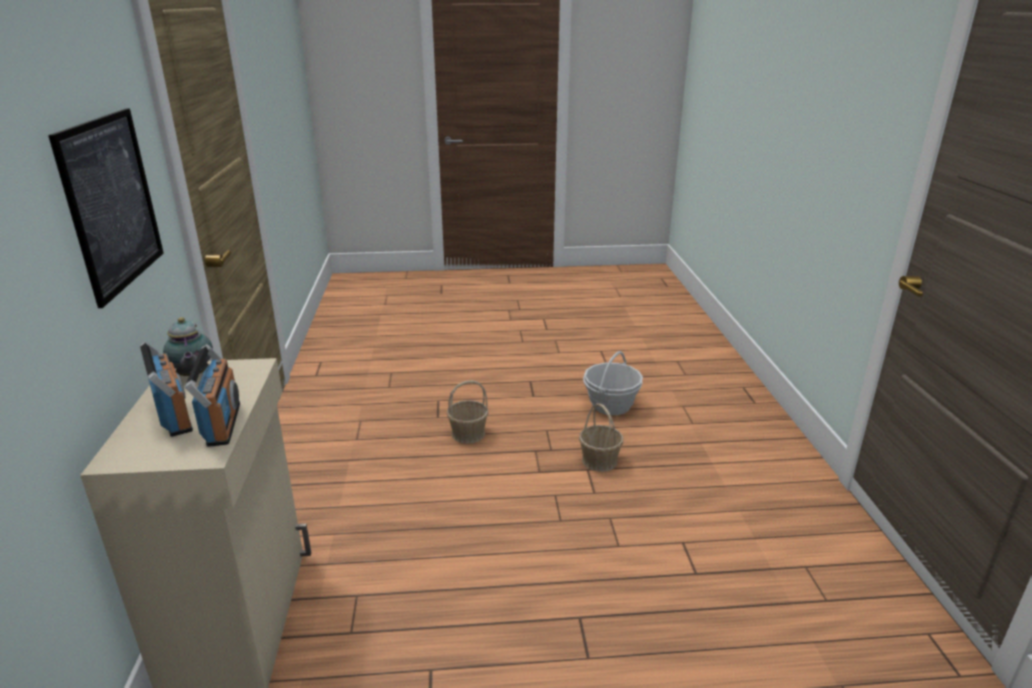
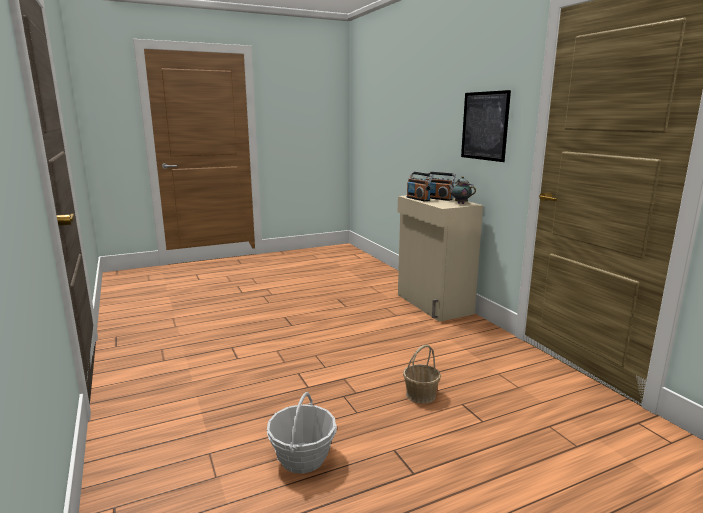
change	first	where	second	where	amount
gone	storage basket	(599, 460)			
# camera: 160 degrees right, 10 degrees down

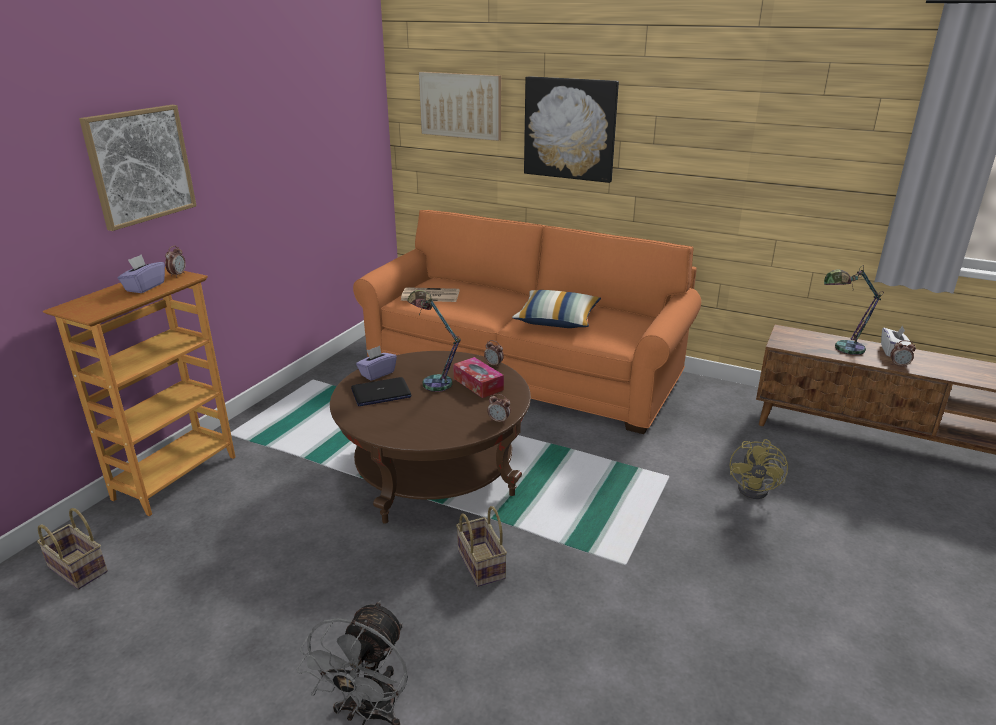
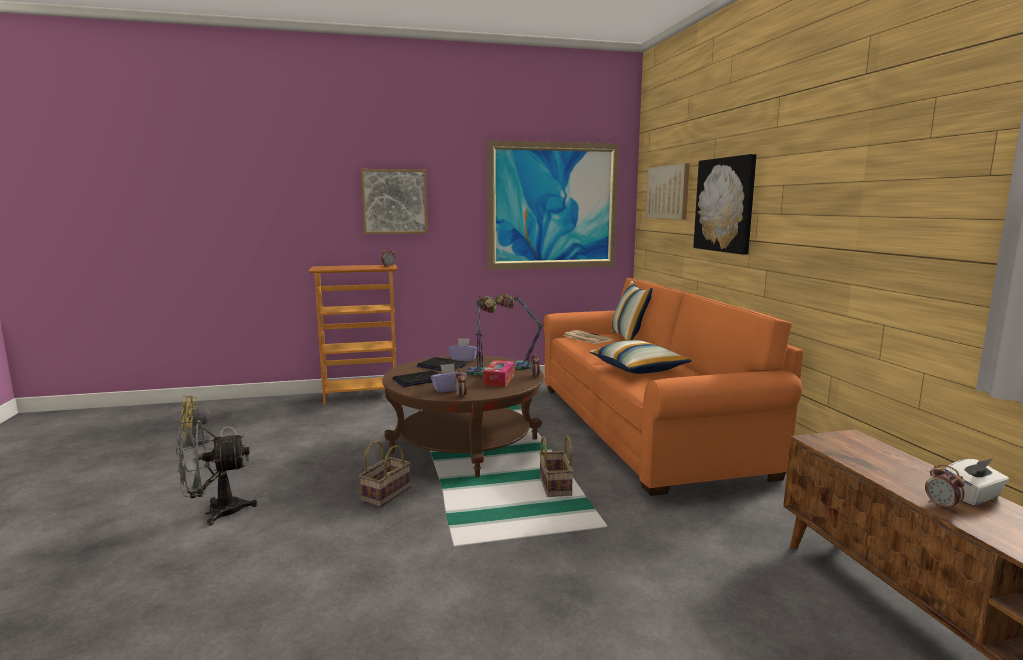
change	first	where	second	where	amount
shifted	tissue box in purple	(144, 287)		(448, 389)	
shifted	table lamp	(840, 348)		(516, 365)	
shifted	cooling fan in yellow-coloured	(758, 489)		(202, 443)	
shifted	storage basket	(75, 569)		(554, 486)	
new			wall picture	(553, 206)	
new			throw pillow	(629, 338)	
new			laptop	(418, 380)	
# camera: 50 degrees right, 15 degrees down

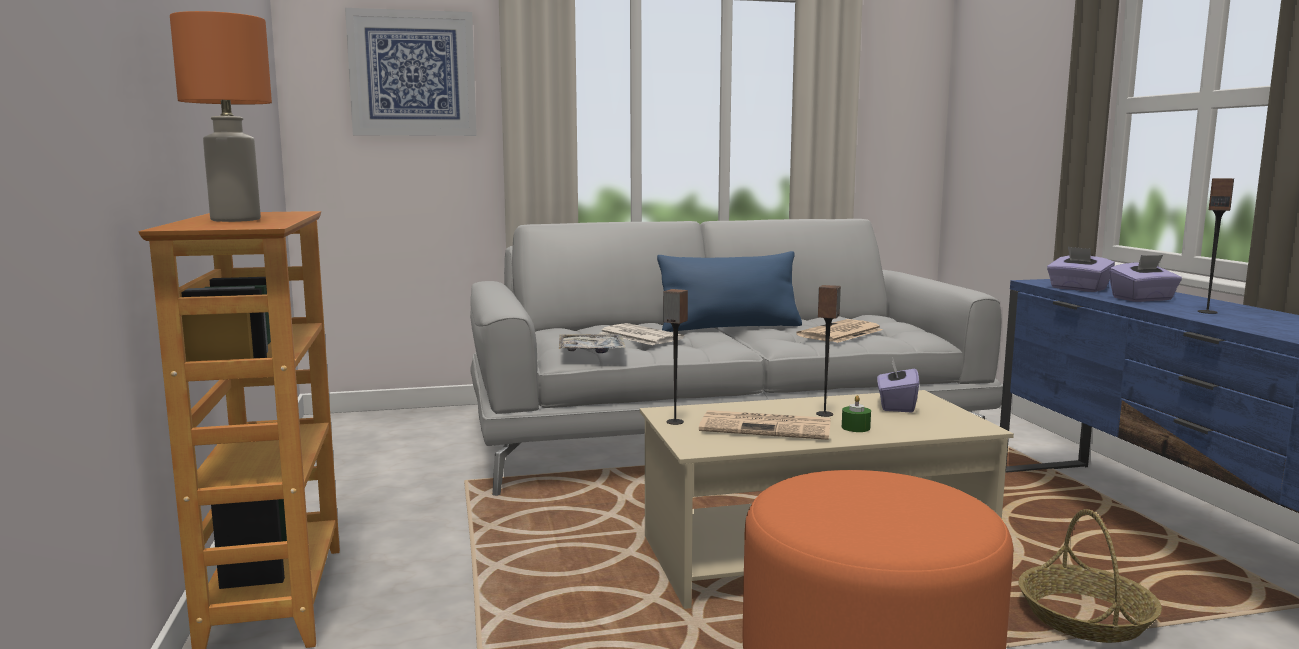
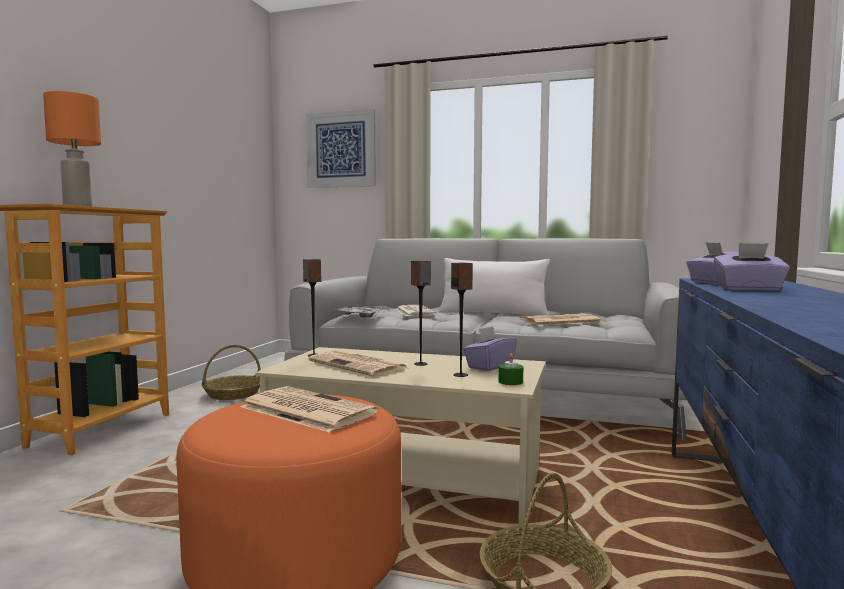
change	first	where	second	where	amount
shifted	speaker	(1207, 312)		(461, 375)	
repainted	throw pillow in bluish	(730, 327)	throw pillow in white-coloured	(493, 313)	
shifted	candle in green-coloured	(855, 427)		(510, 382)	
new			storage basket	(233, 394)	
new			printed paper	(305, 410)	
# camera: 30 degrees right, 5 degrees down

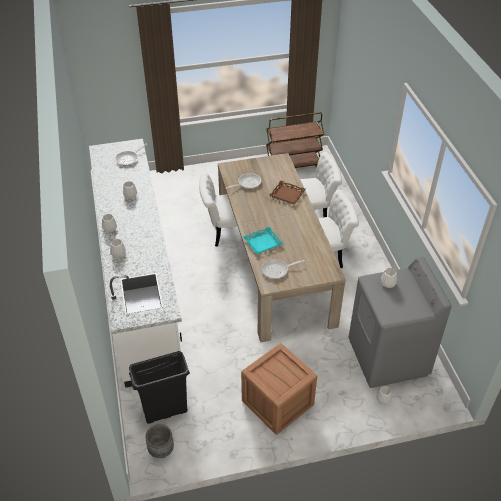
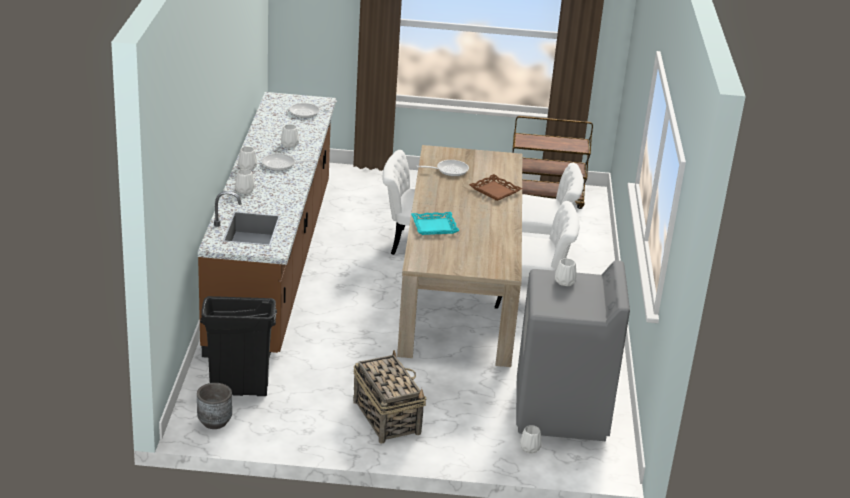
change	first	where	second	where	amount
repainted	counter in white-coloured	(139, 280)	counter in brownish	(273, 264)	
shifted	pan	(277, 270)		(282, 165)	
swapped	packing crate	(277, 403)	storage basket	(386, 417)	
# camera: 15 degrees right, 15 degrees down

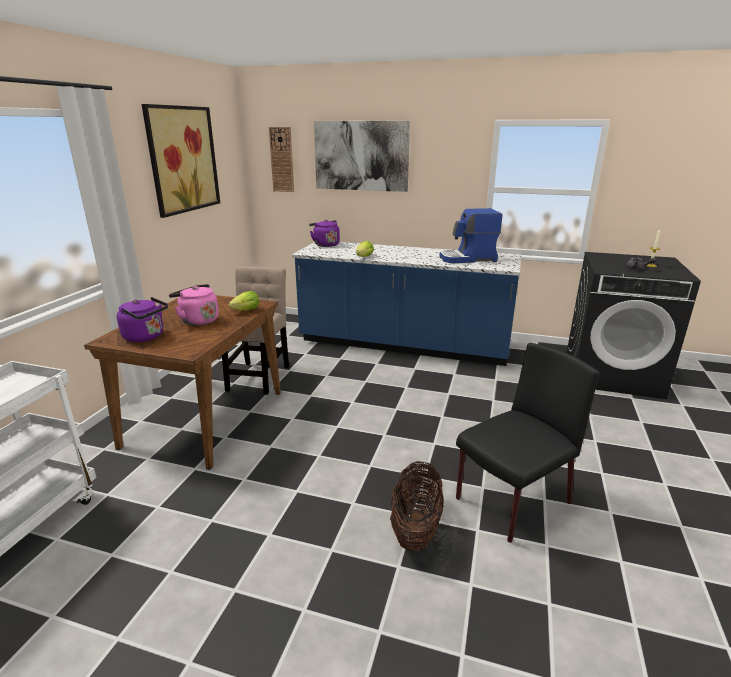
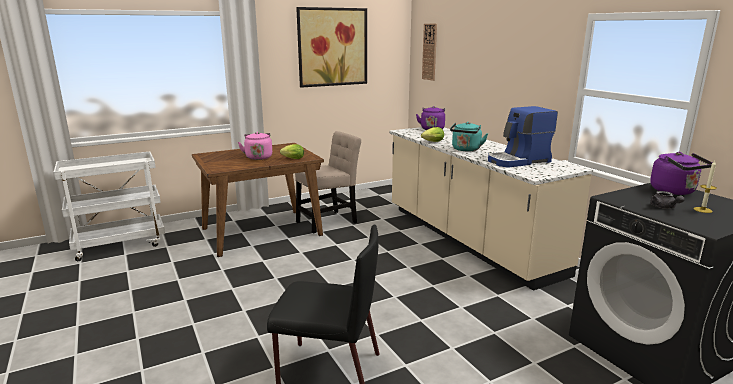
change	first	where	second	where	amount
gone	wall picture	(361, 156)			
rotated	coffee maker	(468, 259)		(518, 161)	60 degrees counterclockwise
repainted	counter in bluish	(403, 345)	counter in beige	(468, 239)	
shifted	kettle in purple	(146, 337)		(675, 191)	
gone	storage basket	(416, 527)			
new			kettle in turquoise	(466, 150)	
# camera: 45 degrees right, 5 degrees down

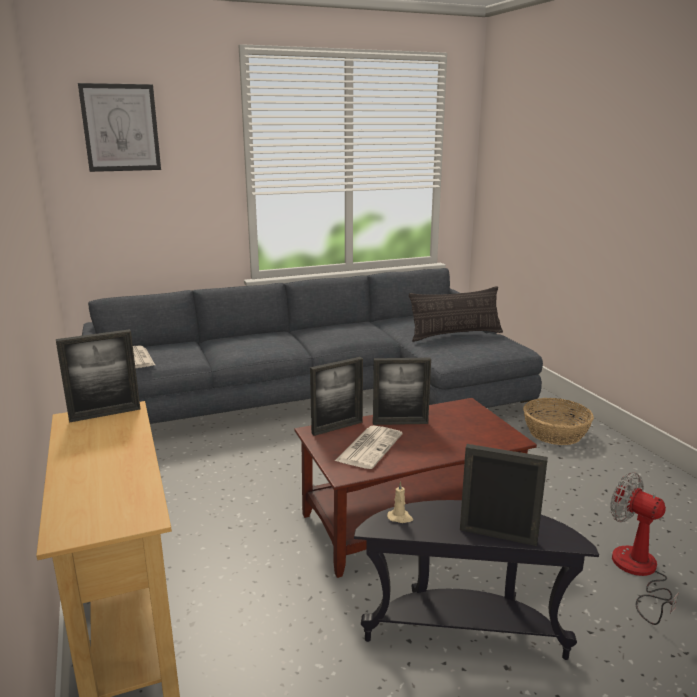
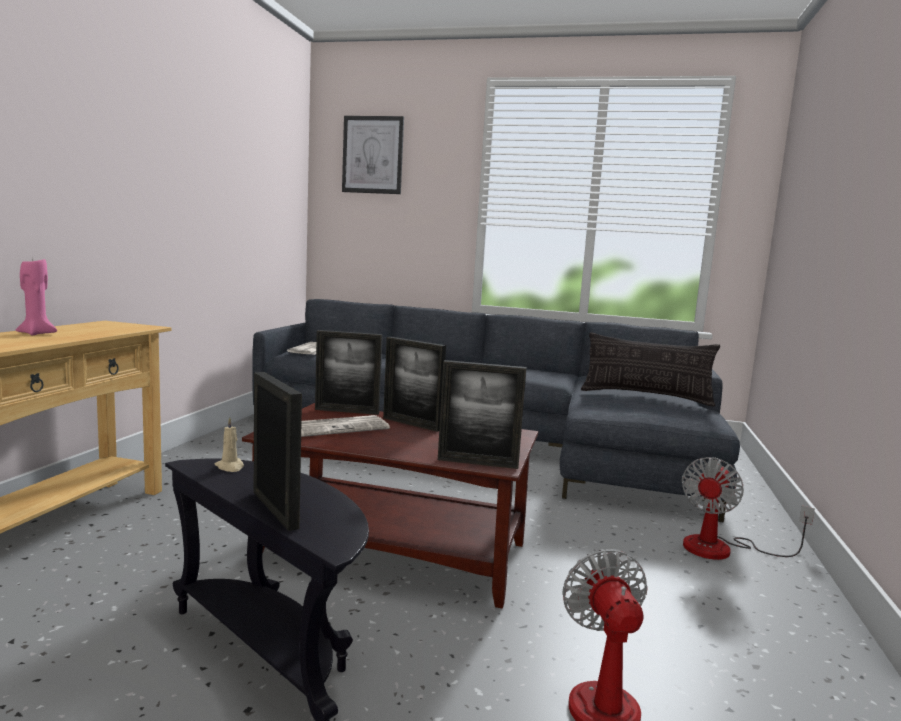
change	first	where	second	where	amount
shifted	picture frame	(105, 414)		(477, 463)	
swapped	storage basket	(555, 433)	cooling fan	(723, 549)	
new			candle in pink-coloured	(37, 333)	
# camera: 35 degrees right, 10 degrees down

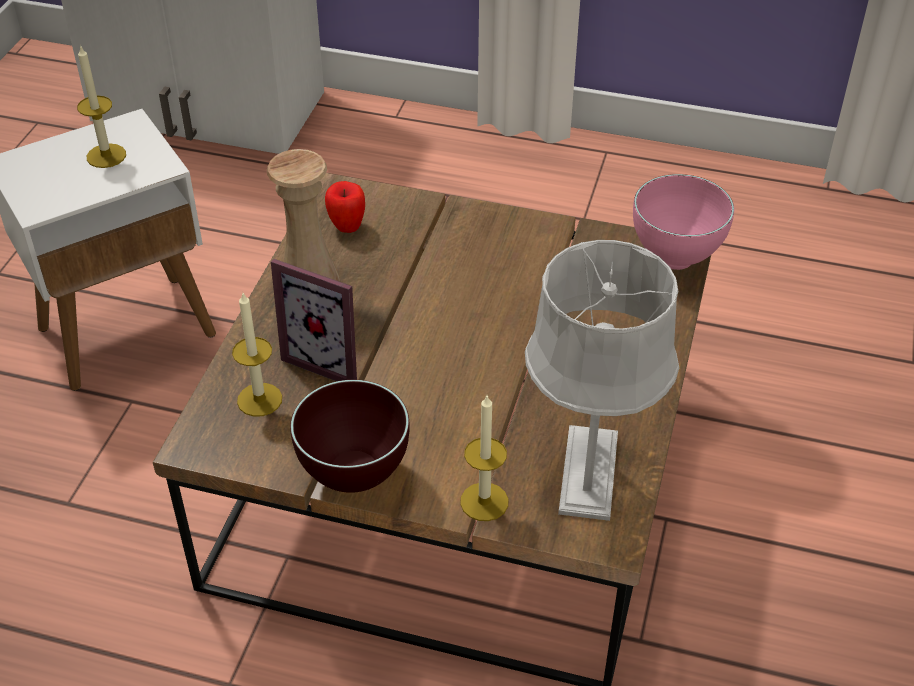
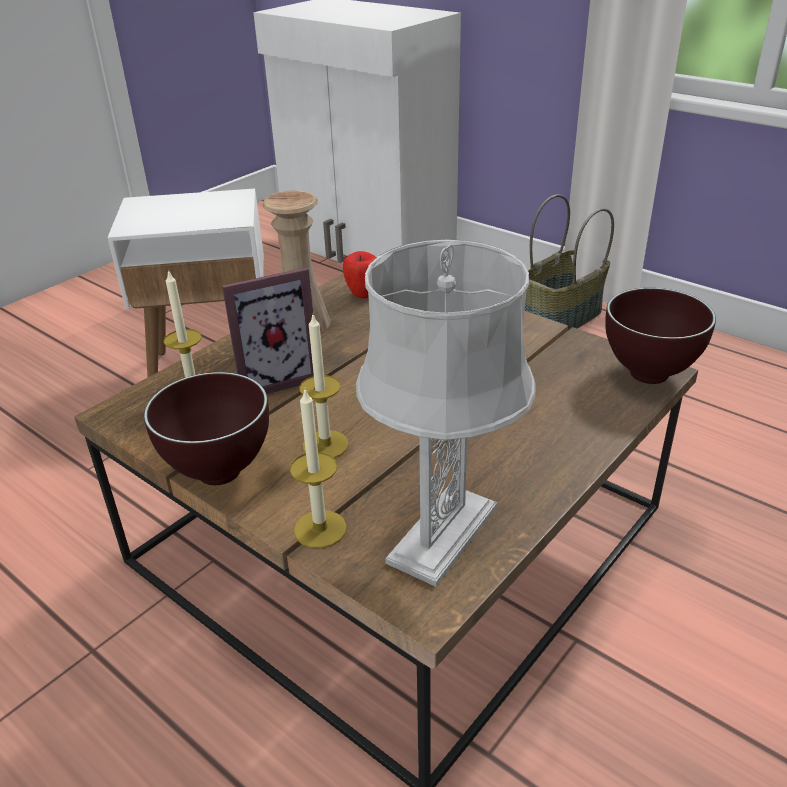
change	first	where	second	where	amount
shifted	candle	(106, 156)		(325, 445)	
repainted	serving bowl in pink-coloured	(676, 261)	serving bowl in brownish	(649, 377)	
rotated	picture frame	(330, 358)		(275, 378)	75 degrees counterclockwise
new			storage basket	(561, 319)	
# camera: 25 degrees right, 10 degrees down

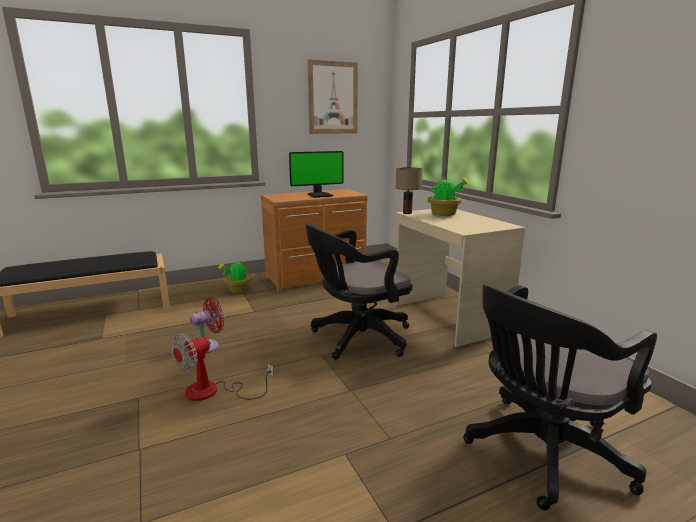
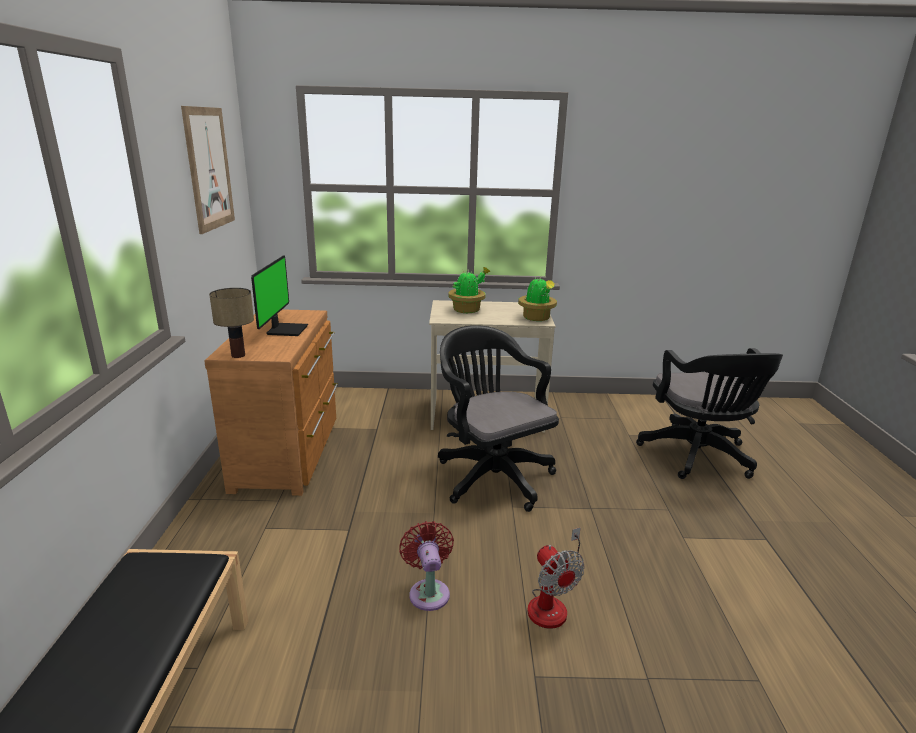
change	first	where	second	where	amount
shifted	table lamp	(407, 213)		(239, 355)	
rotated	desk chair in black	(357, 338)		(491, 475)	150 degrees clockwise
shifted	houseplant	(238, 290)		(537, 318)	
# camera: 65 degrees left, 5 degrees up

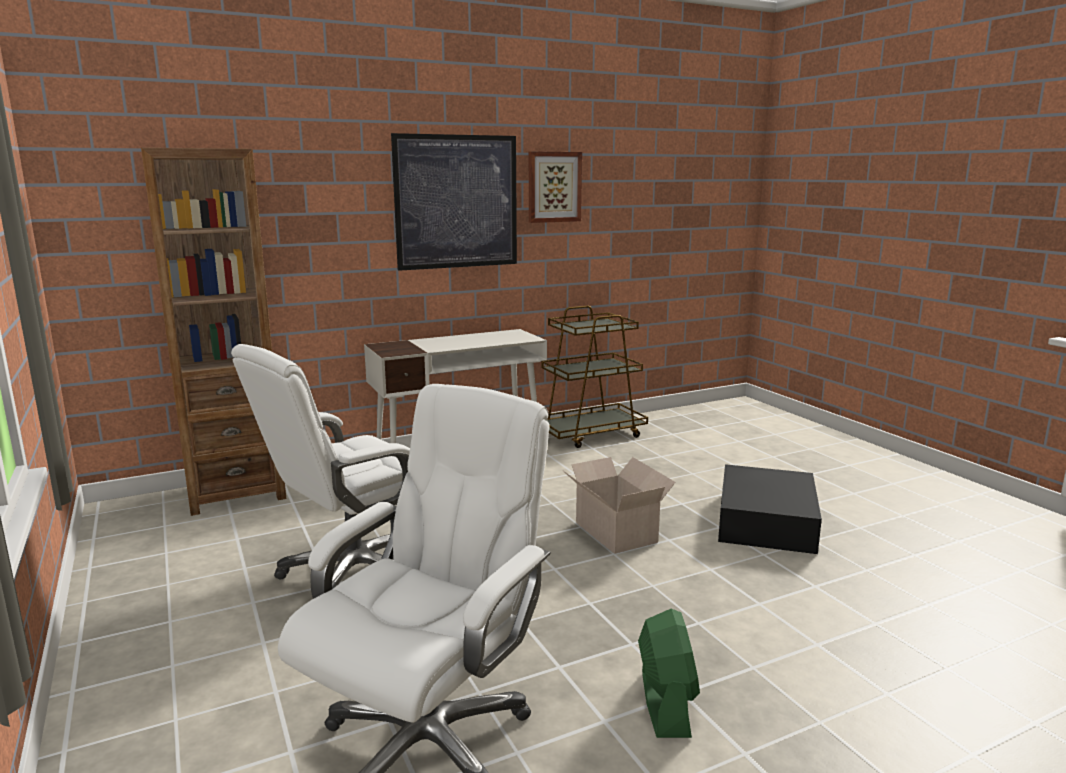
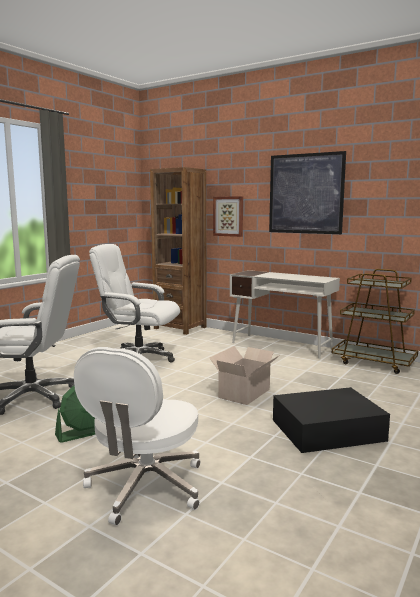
change	first	where	second	where	amount
shifted	wall picture	(554, 187)		(228, 216)	
new			desk chair in white-coloured	(145, 488)	
# camera: 60 degrees right, 5 degrees down

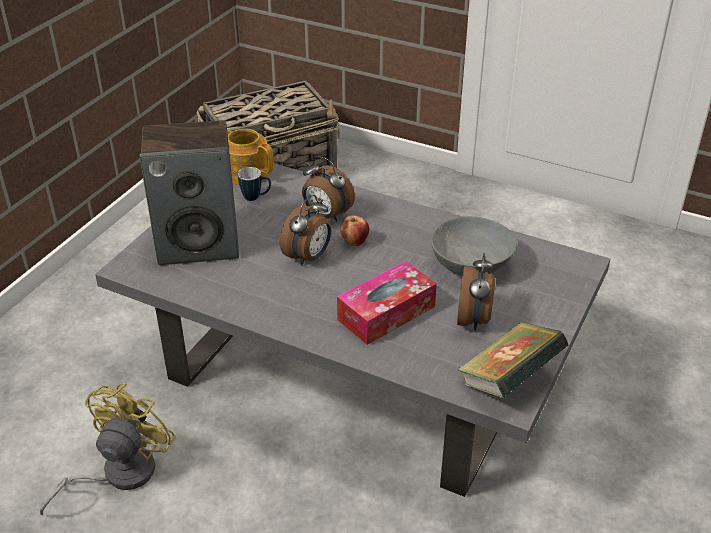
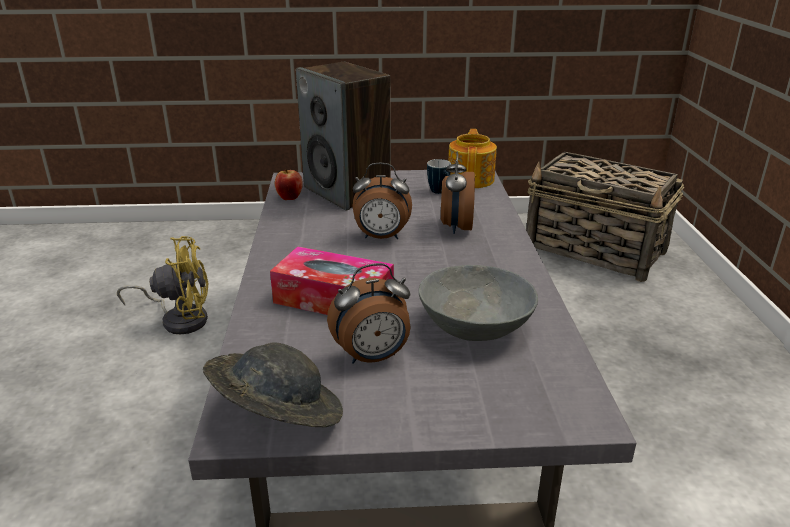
change	first	where	second	where	amount
shifted	apple	(354, 242)		(290, 198)	
swapped	book	(509, 380)	clothing hat in grey	(276, 415)	
# camera: 60 degrees right, 10 degrees down

